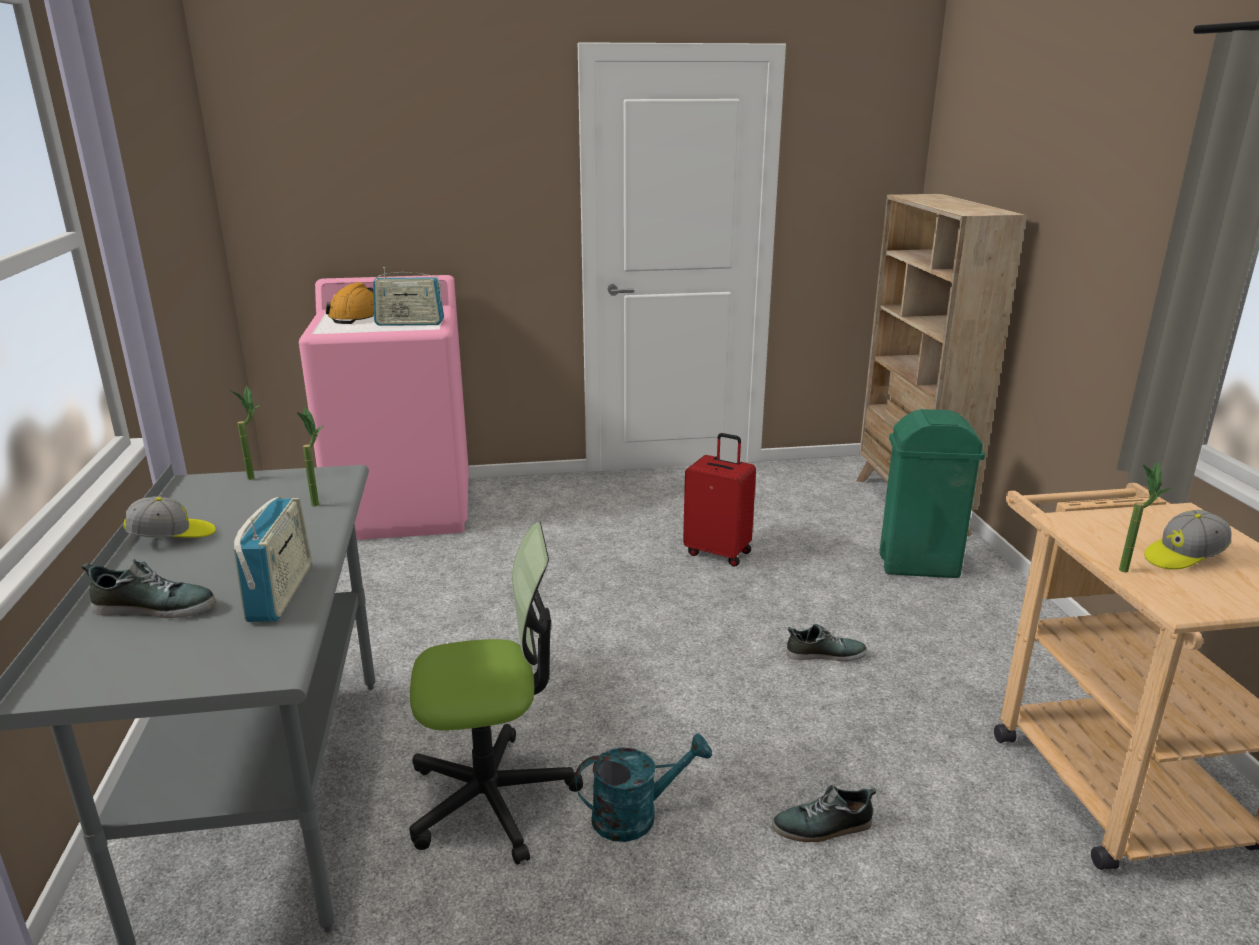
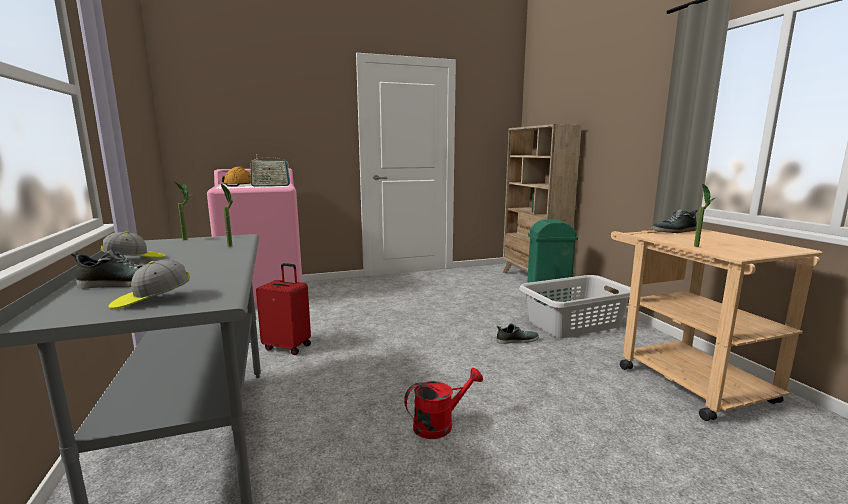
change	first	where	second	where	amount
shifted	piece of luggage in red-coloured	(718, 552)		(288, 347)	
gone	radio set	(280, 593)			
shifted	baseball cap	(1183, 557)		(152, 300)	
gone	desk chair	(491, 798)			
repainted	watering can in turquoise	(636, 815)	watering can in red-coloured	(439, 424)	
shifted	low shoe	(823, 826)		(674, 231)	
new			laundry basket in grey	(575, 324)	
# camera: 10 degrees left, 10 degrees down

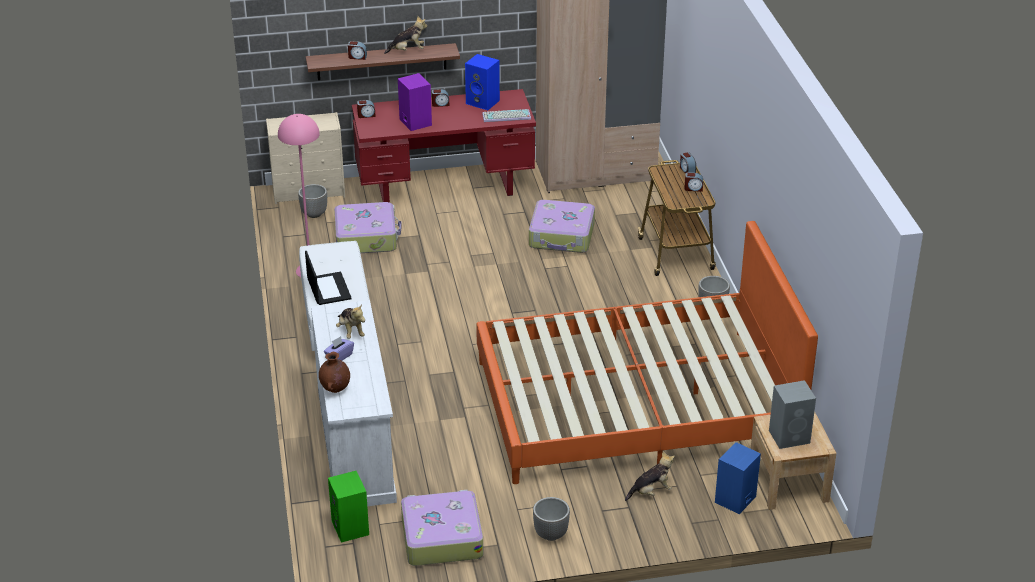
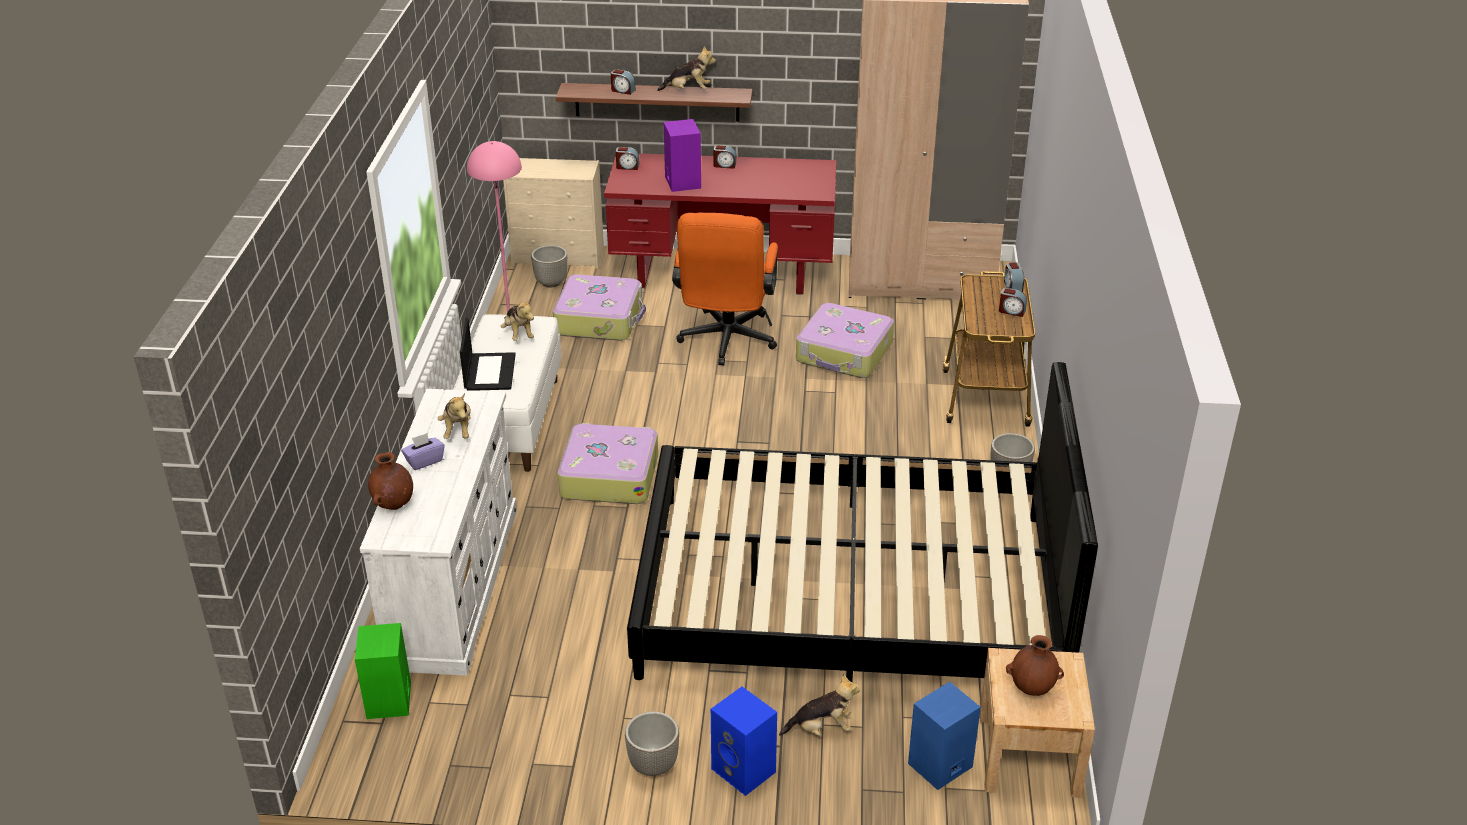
change	first	where	second	where	amount
shifted	speaker in bluish	(483, 102)		(745, 770)	
gone	PC keyboard	(506, 117)			
repainted	bed in orangey	(635, 404)	bed in black	(850, 595)	
swapped	speaker in grey	(790, 436)	decorative vase in brownish	(1032, 689)	
shifted	piece of luggage	(441, 537)		(609, 475)	
new			desk chair in orangey	(726, 342)	
new			cuddly toy	(518, 334)	
# camera: 15 degrees right, 0 degrees up

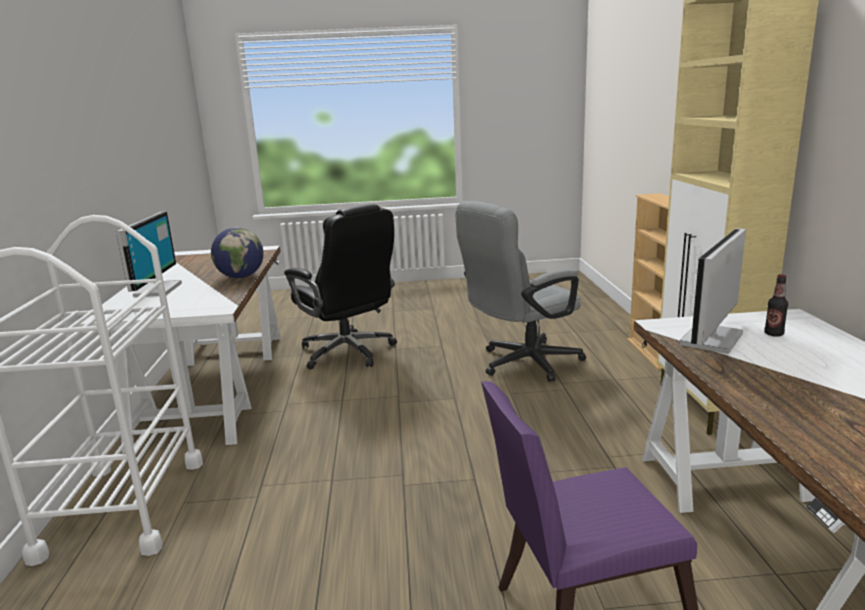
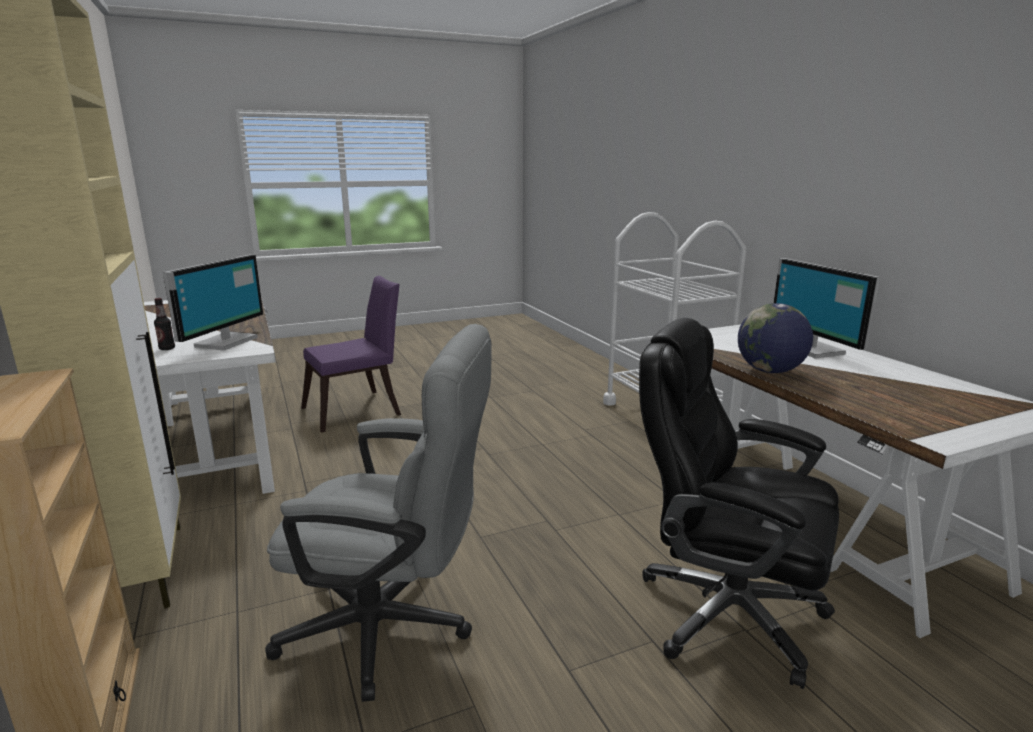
change	first	where	second	where	amount
rotated	desk chair in grey	(521, 364)		(392, 629)	60 degrees clockwise
# camera: 160 degrees right, 0 degrees up

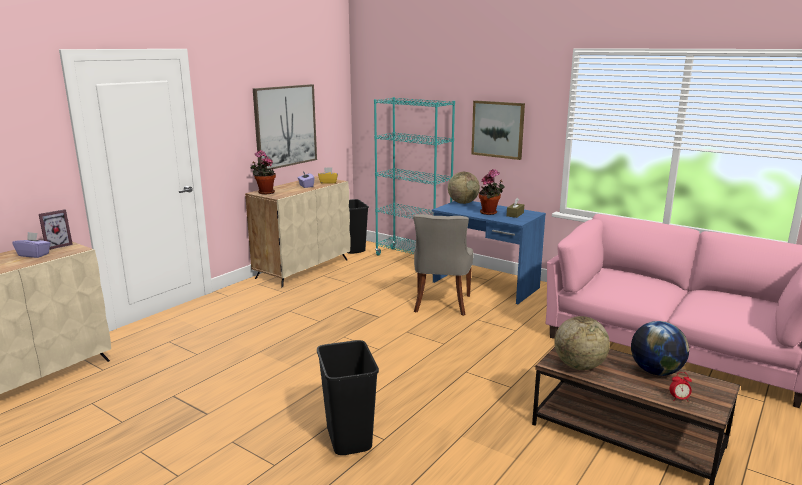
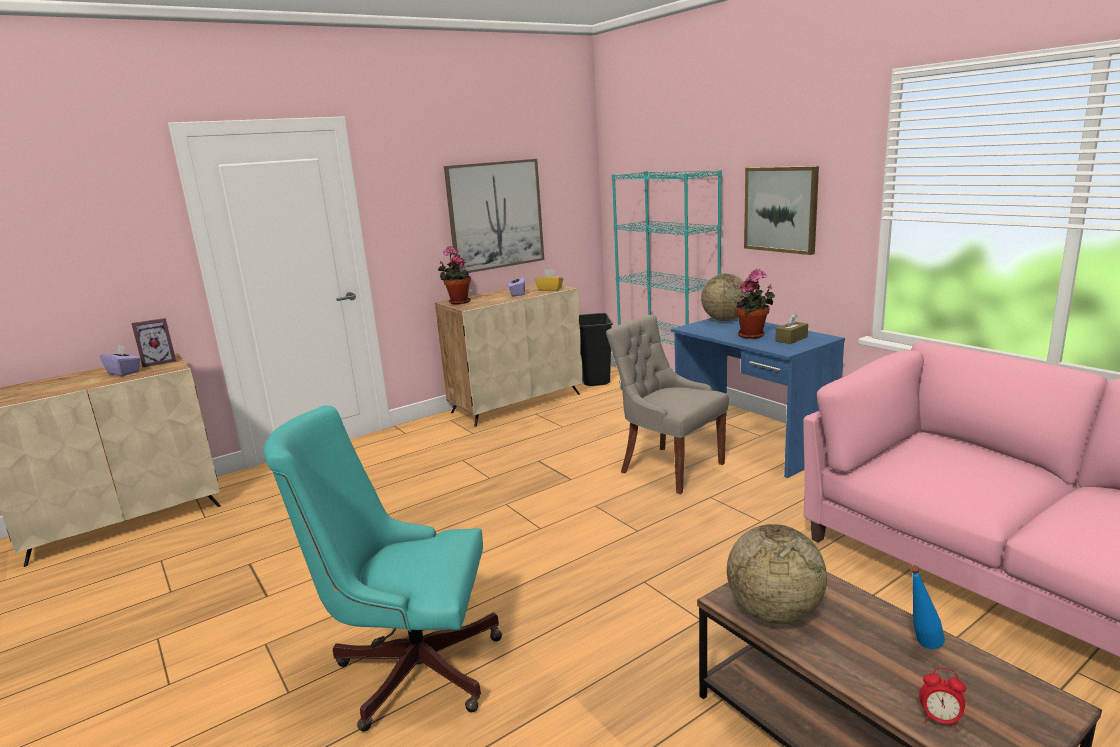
change	first	where	second	where	amount
rotated	chair in grey	(441, 304)		(669, 468)	105 degrees clockwise
swapped	desk globe	(655, 371)	beverage bottle in bluish	(920, 647)	
swapped	waste bin in black	(348, 438)	desk chair in turquoise	(409, 667)	
# camera: 20 degrees right, 0 degrees up

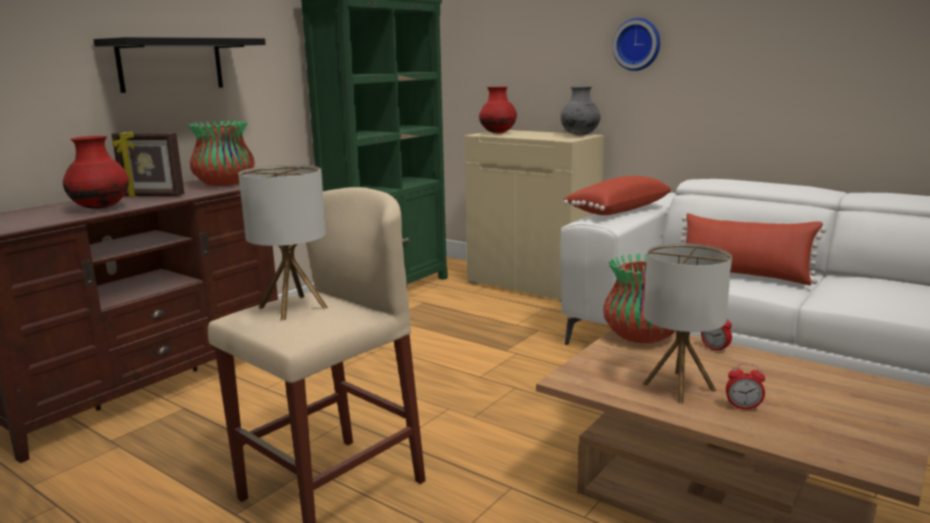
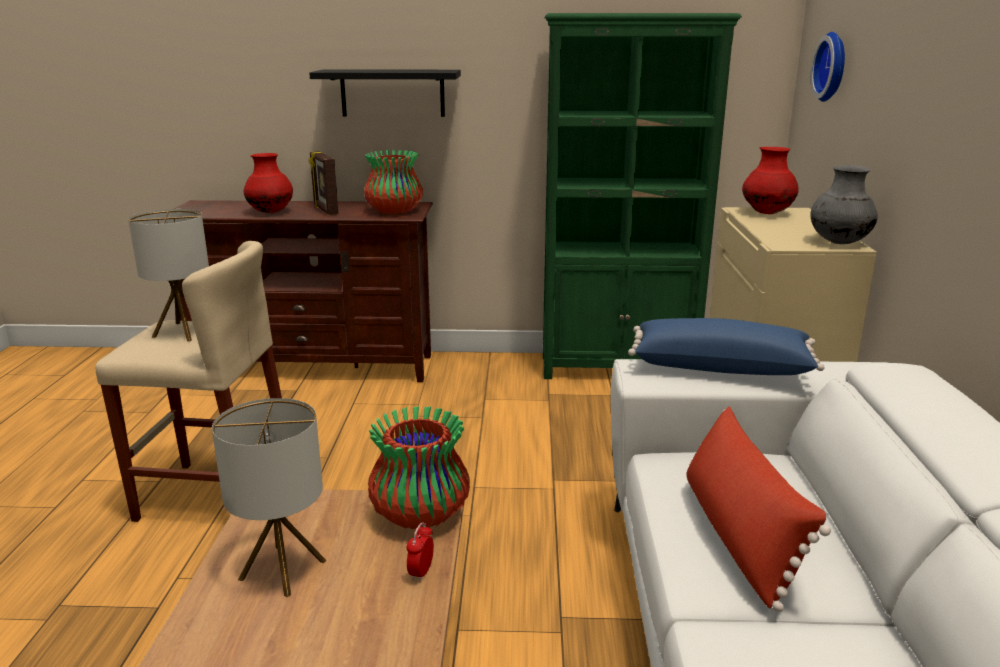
change	first	where	second	where	amount
shifted	wall clock	(638, 44)		(833, 67)	
repainted	throw pillow in red-coloured	(617, 210)	throw pillow in bluish	(720, 366)	
gone	table clock	(743, 407)			
# camera: 55 degrees right, 5 degrees up

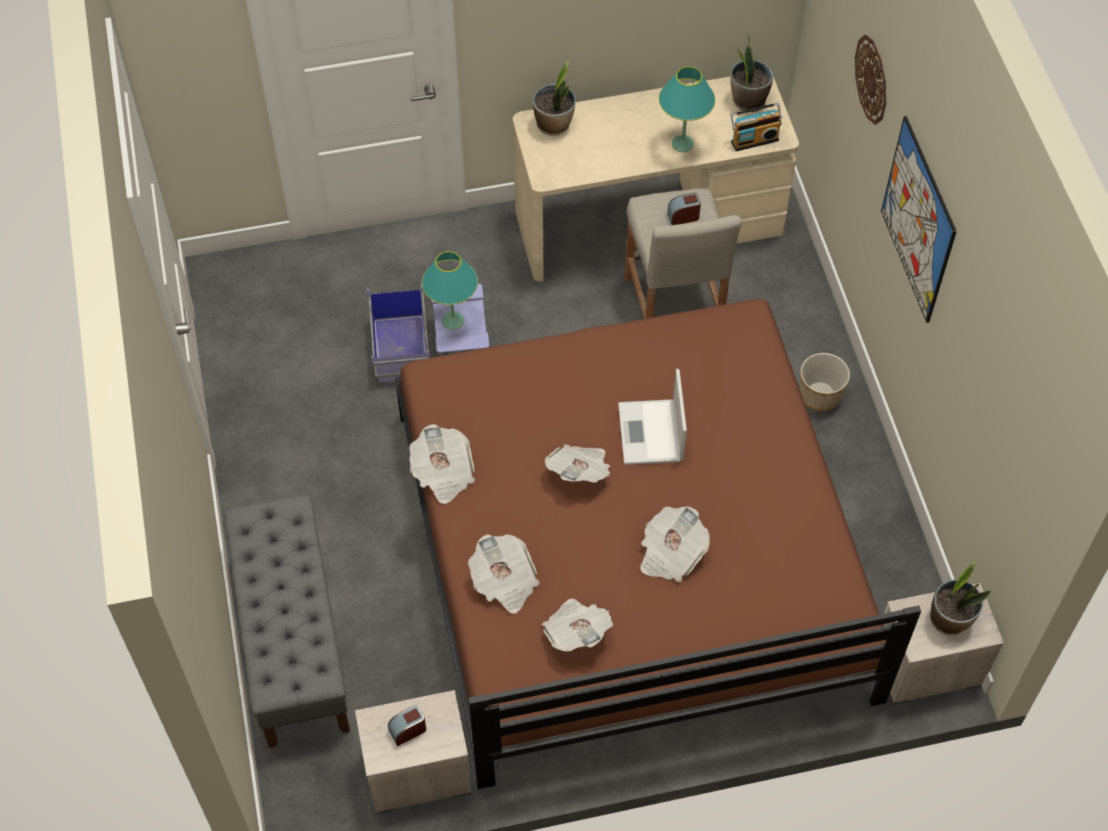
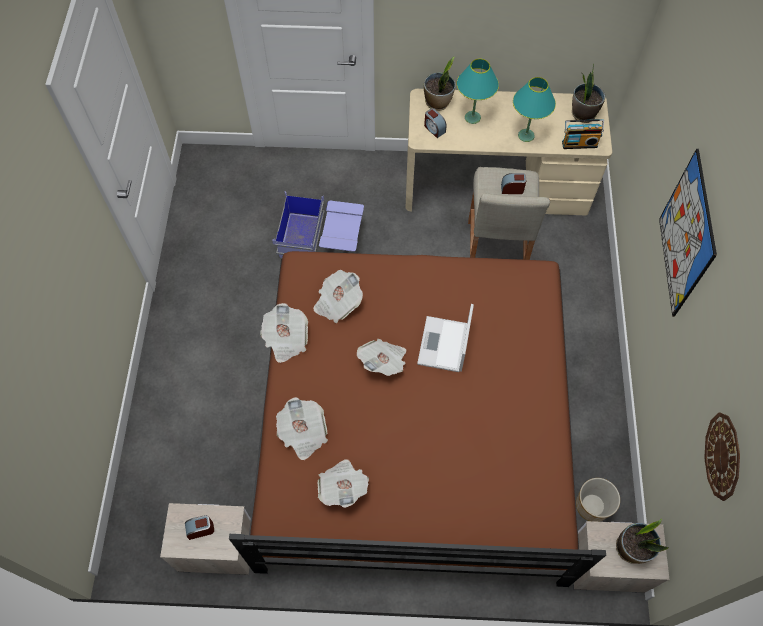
change	first	where	second	where	amount
shifted	wall clock	(872, 79)		(723, 456)	
shifted	table lamp in turquoise	(453, 320)		(472, 117)	
shifted	flower pot	(820, 395)		(593, 505)	
gone	indoor bench in grey	(293, 641)			
shifted	printed paper	(670, 553)		(337, 303)	
new			table clock	(434, 129)	
# camera: 15 degrees right, 5 degrees up

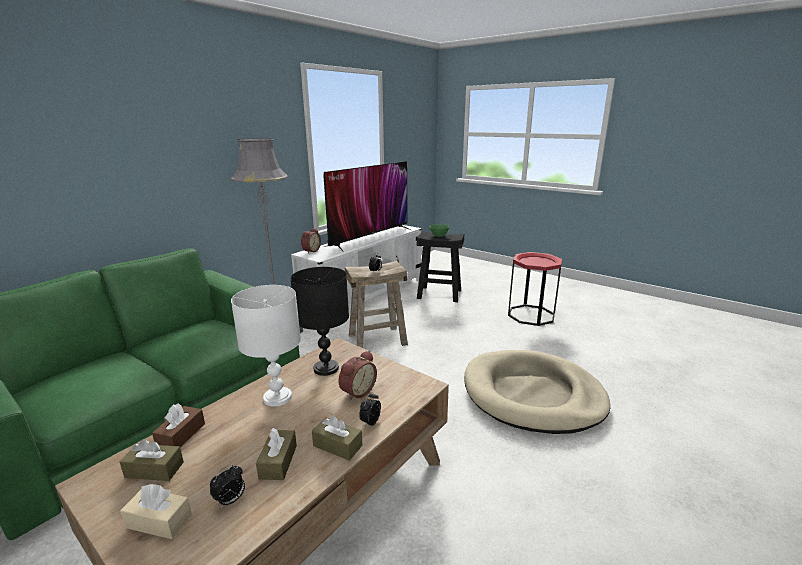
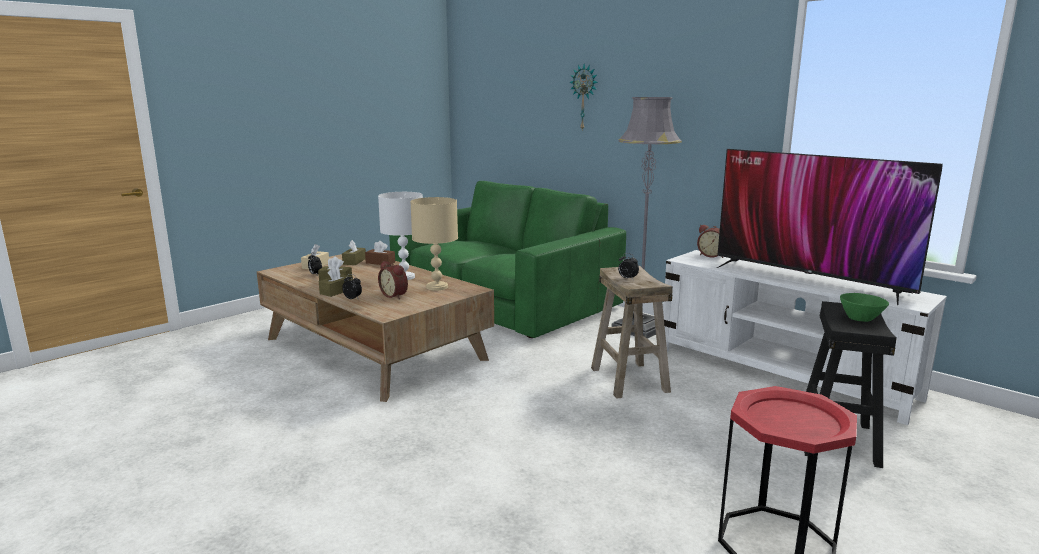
change	first	where	second	where	amount
repainted	table lamp in black	(326, 368)	table lamp in beige	(436, 287)	
gone	pet bed in beige	(532, 395)			
new			wall clock	(584, 97)	
# camera: 95 degrees right, 5 degrees down

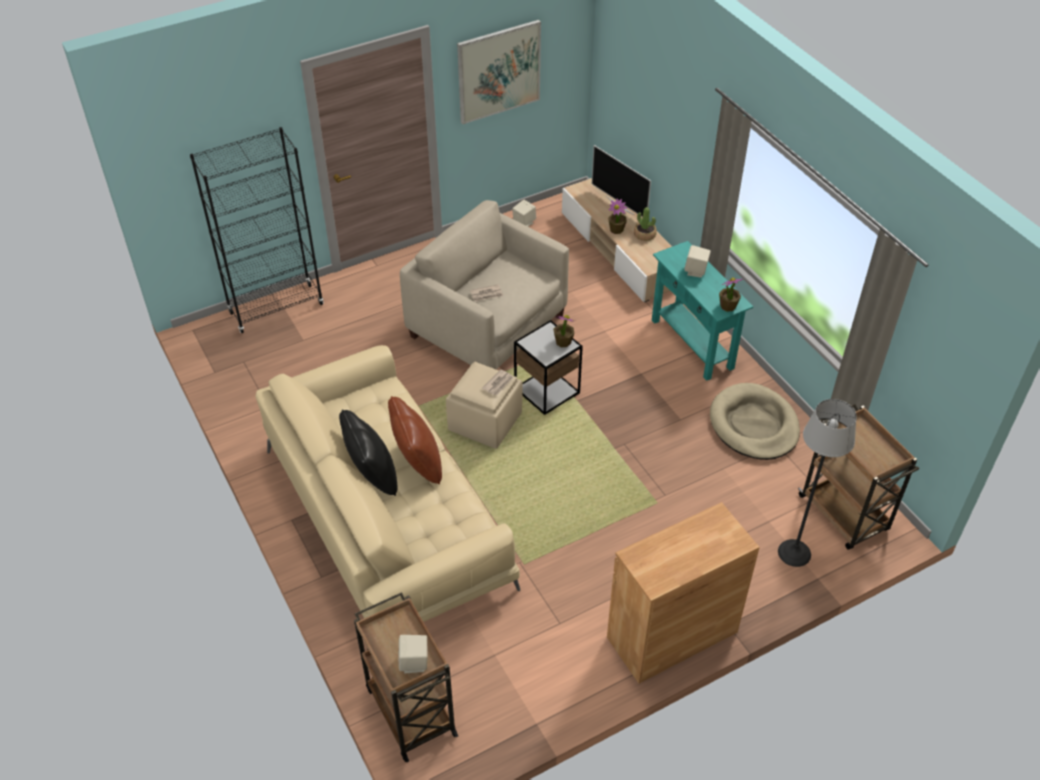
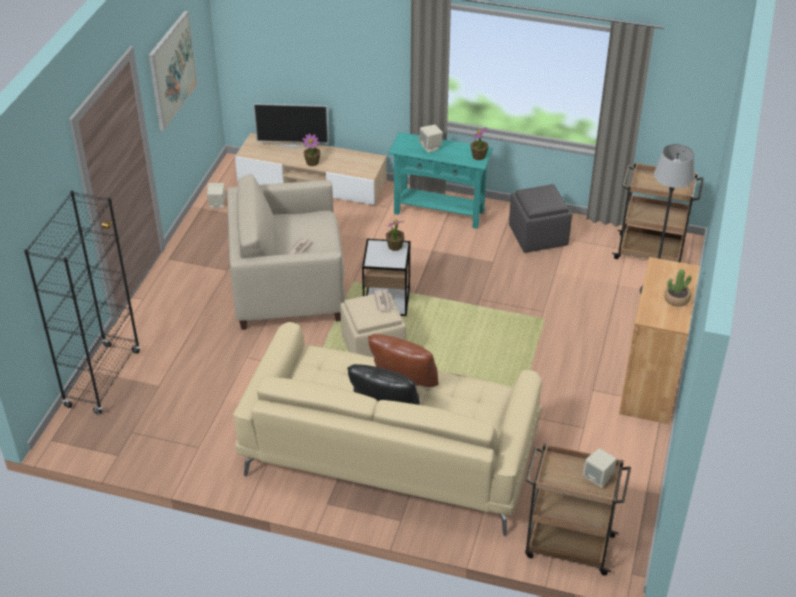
change	first	where	second	where	amount
shifted	houseplant	(644, 234)		(676, 299)	
swapped	pet bed in beige	(754, 425)	pouffe in grey	(538, 236)	
# camera: 45 degrees left, 5 degrees down

